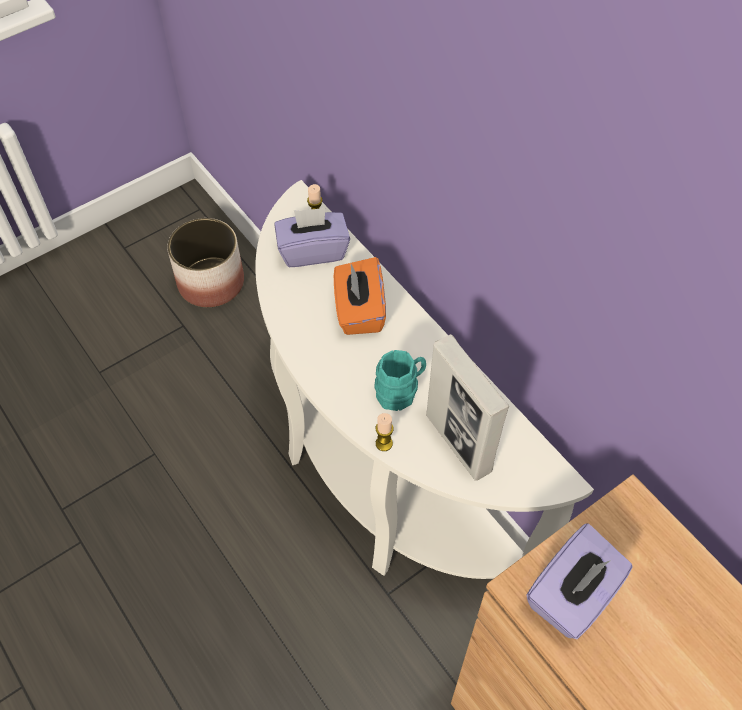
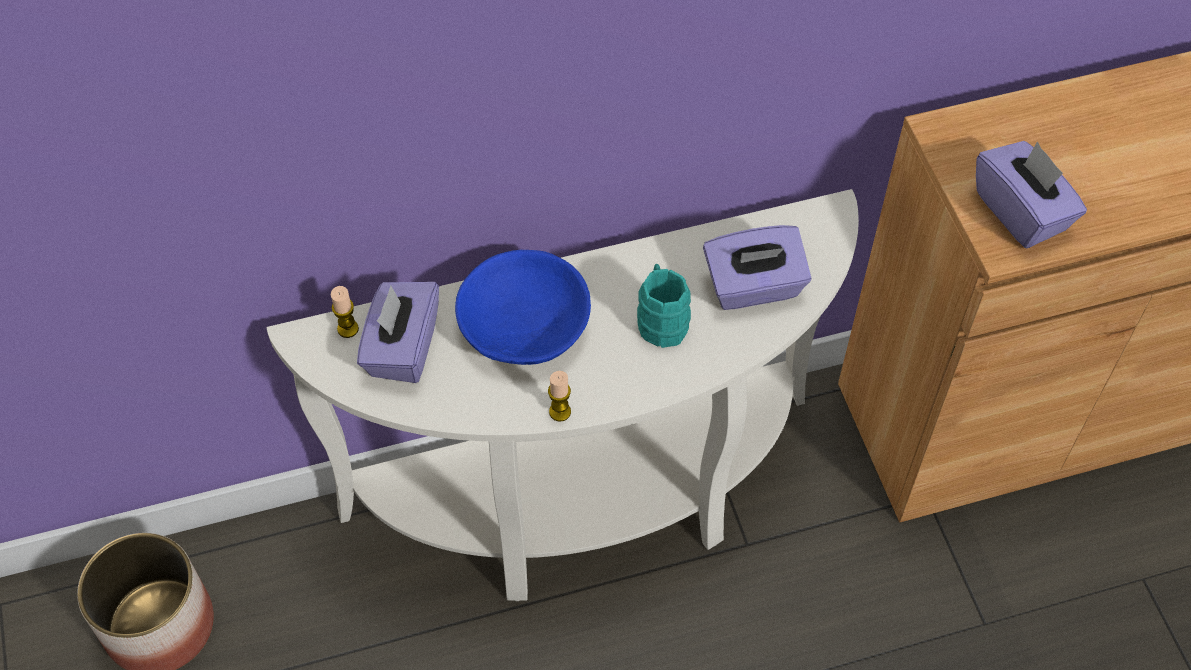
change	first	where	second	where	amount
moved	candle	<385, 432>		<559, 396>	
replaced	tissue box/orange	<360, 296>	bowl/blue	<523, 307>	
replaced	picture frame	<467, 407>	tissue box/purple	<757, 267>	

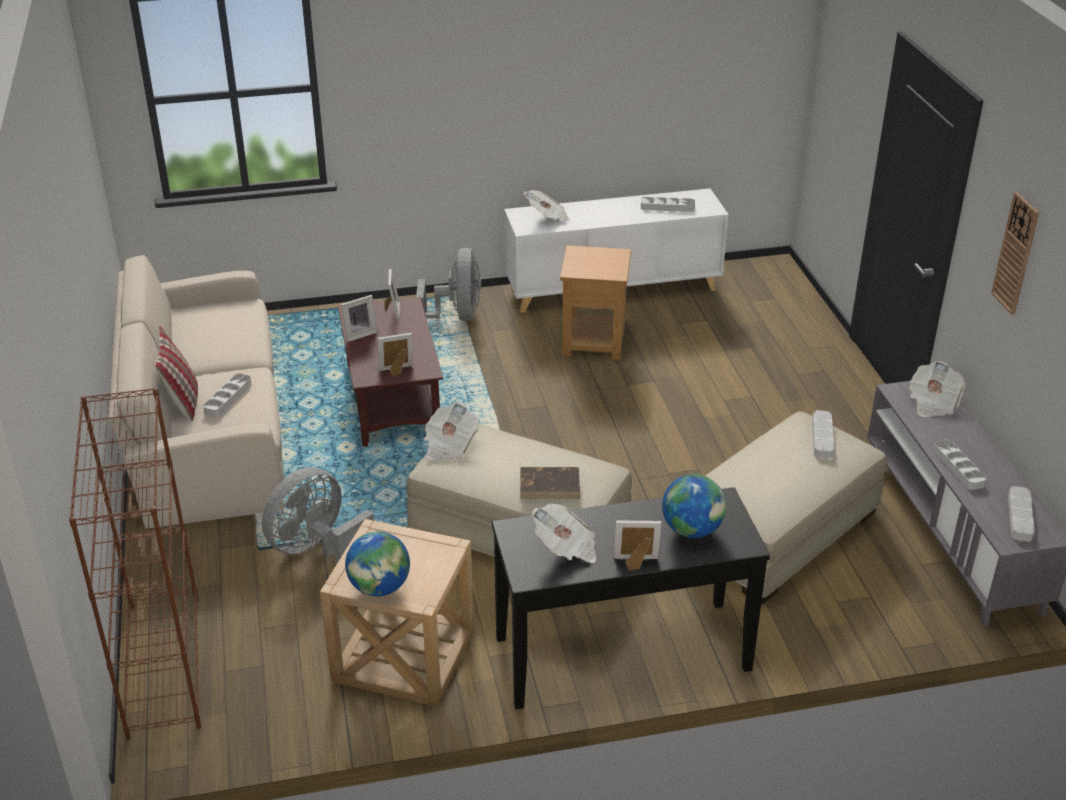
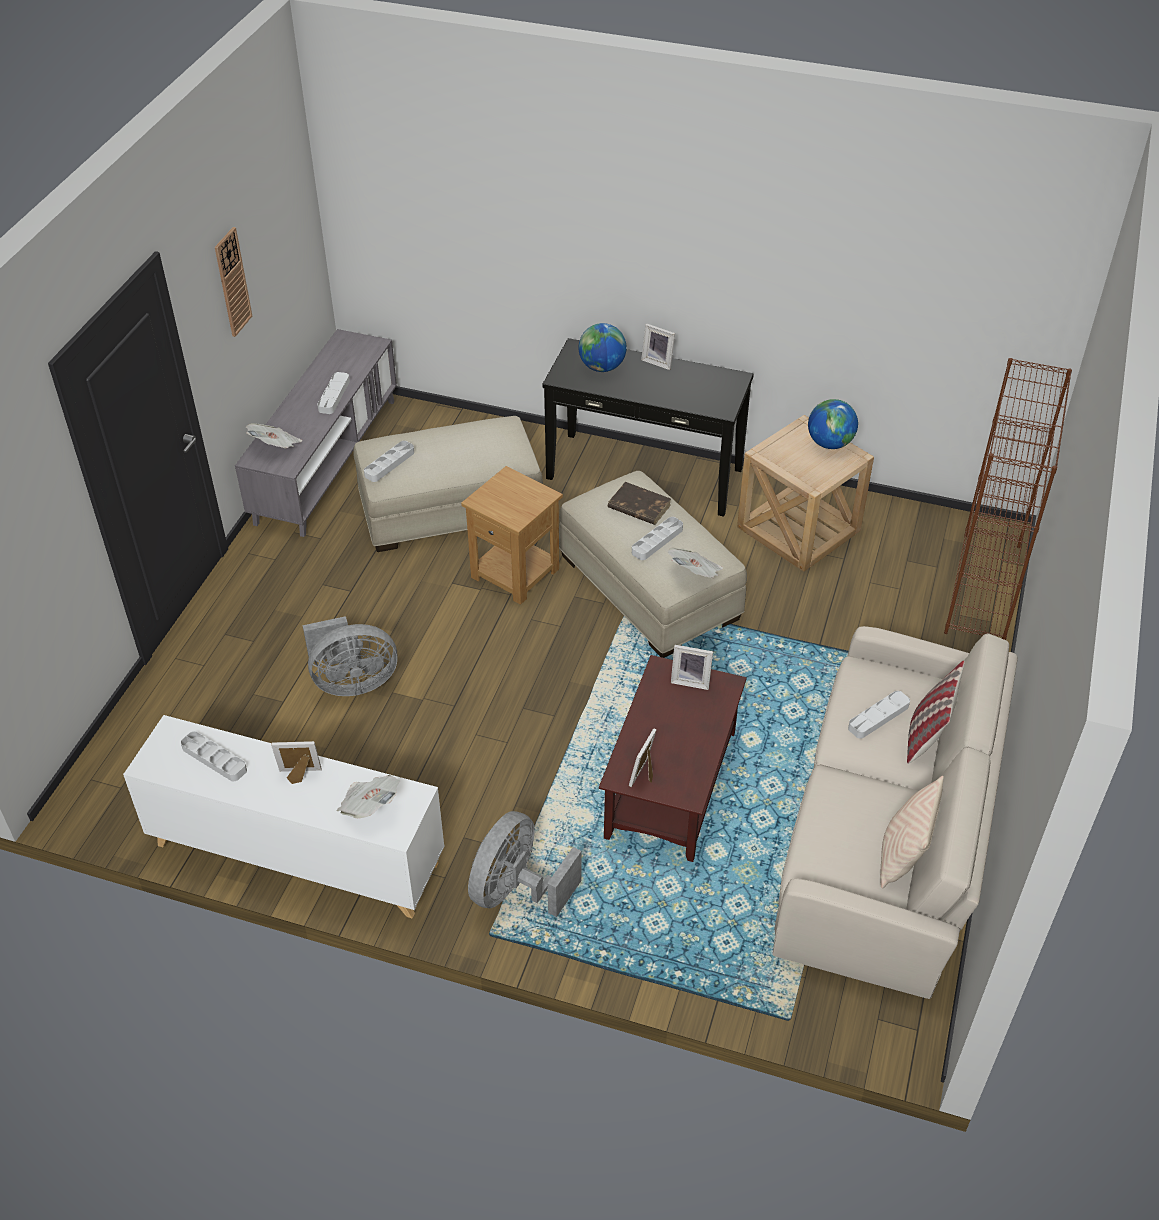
change	first	where	second	where	amount
removed	newspaper	<564, 533>			
added			pillow/beige	<912, 832>	
moved	fan/grey	<318, 516>		<349, 656>	
moved	picture frame	<359, 318>		<296, 762>	
moved	side table/brown	<595, 302>		<512, 535>	
moved	tray/grey	<1021, 514>		<657, 538>	

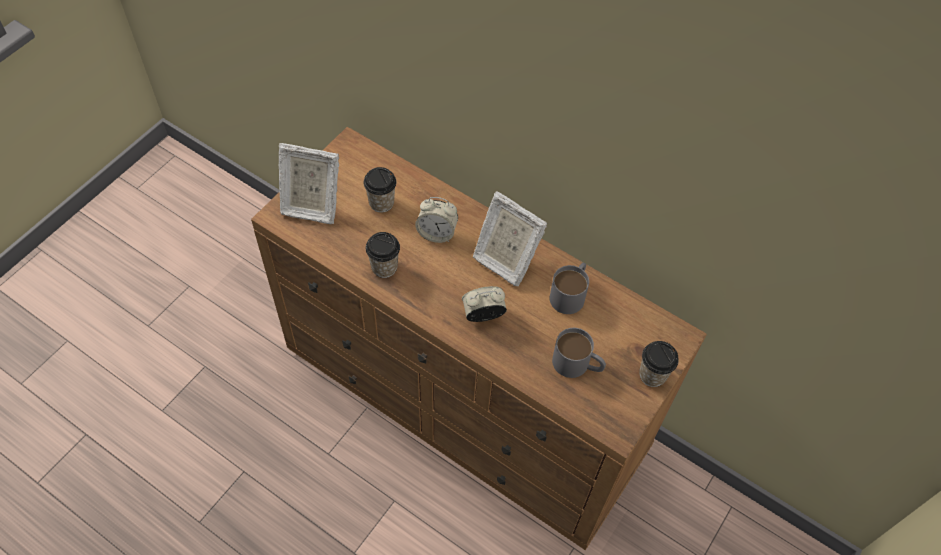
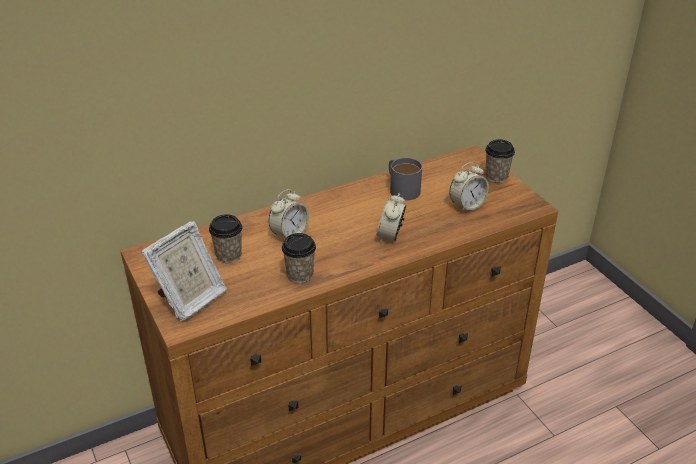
change	first	where	second	where	amount
removed	picture frame	<510, 238>			
replaced	mug/grey	<579, 353>	alarm clock	<469, 187>	

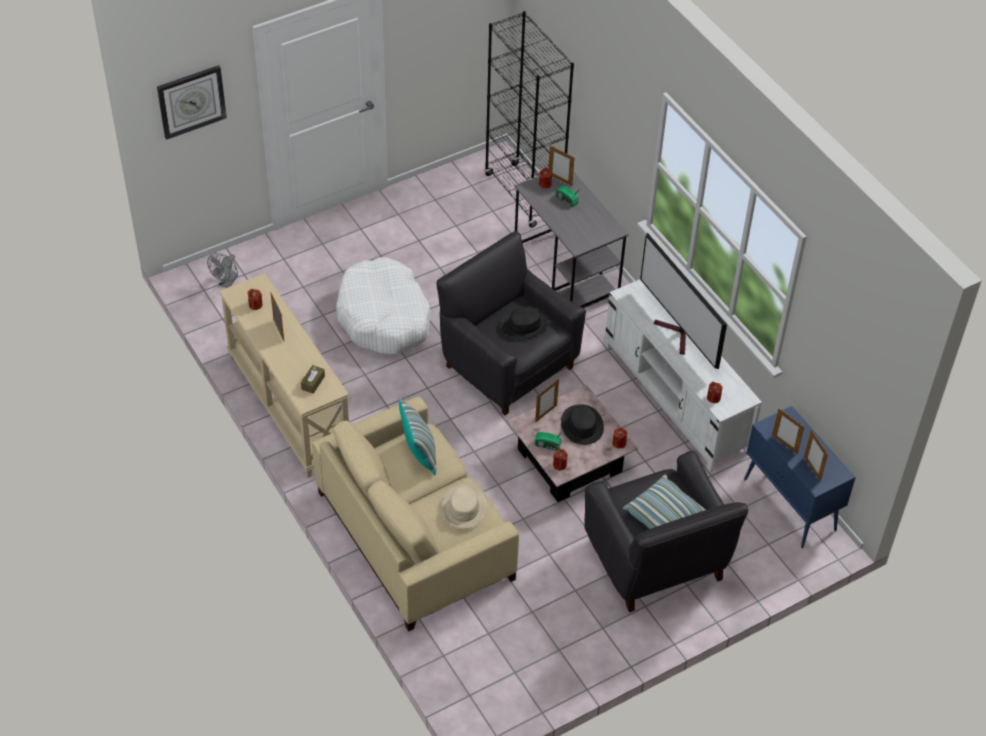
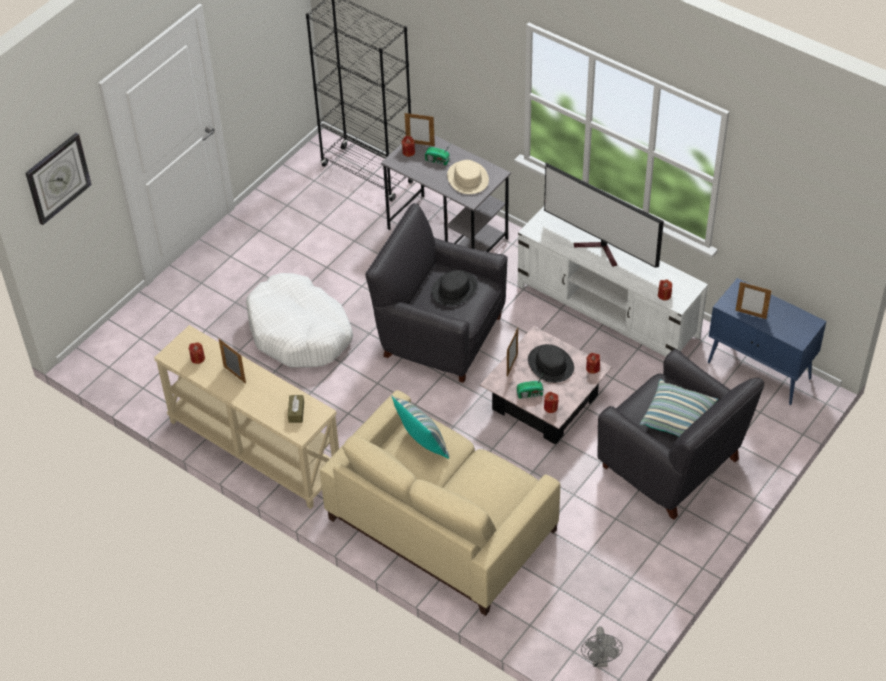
change	first	where	second	where	amount
removed	picture frame	<816, 455>			
moved	fan/grey	<222, 270>		<602, 646>	
moved	hat/beige	<464, 507>		<468, 177>	

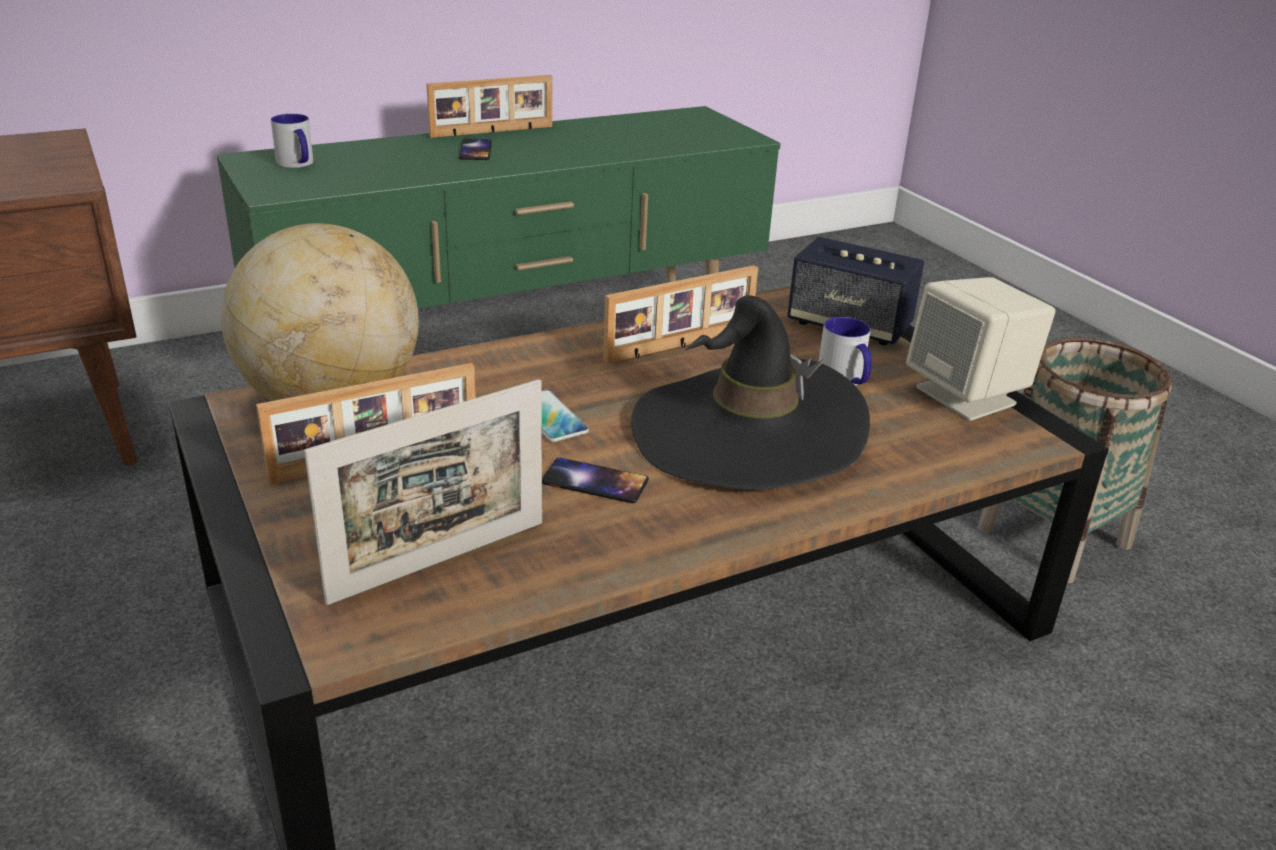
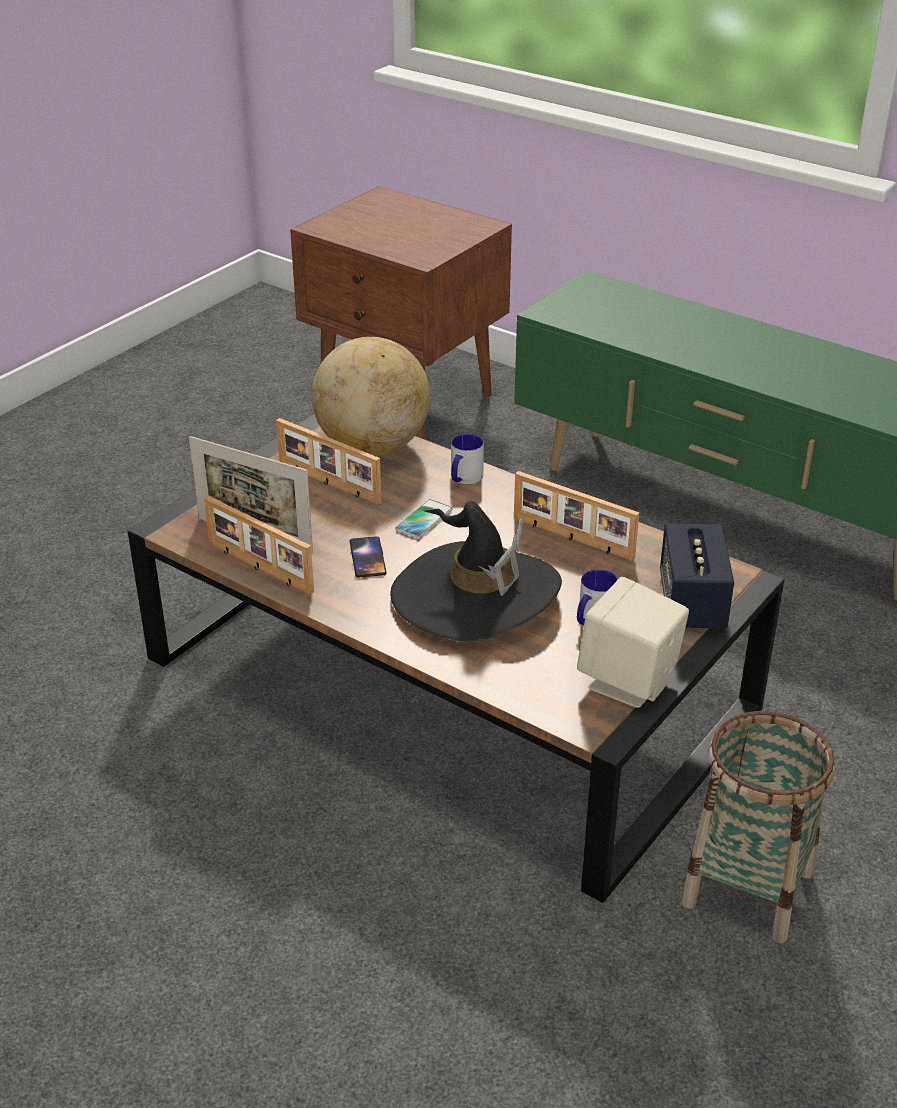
change	first	where	second	where	amount
removed	phone	<475, 149>			
moved	mug	<292, 141>		<467, 459>	
moved	picture frame	<489, 106>		<259, 545>	

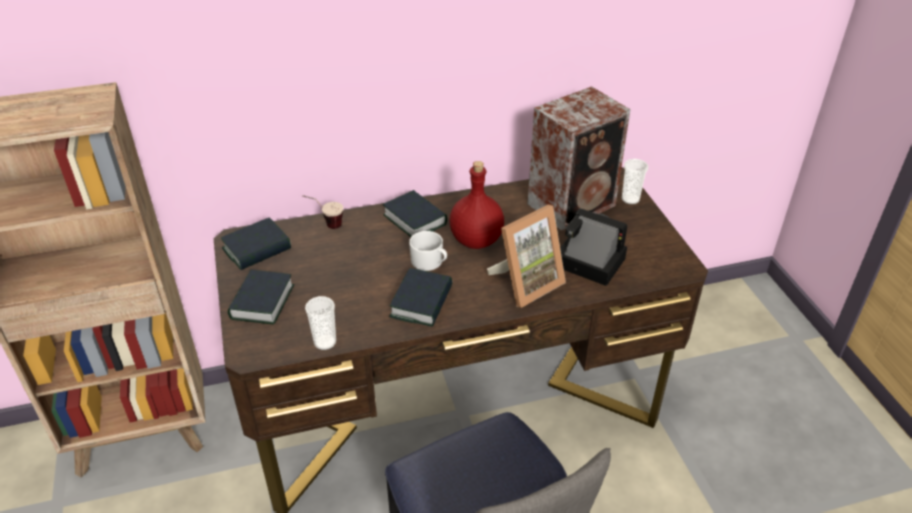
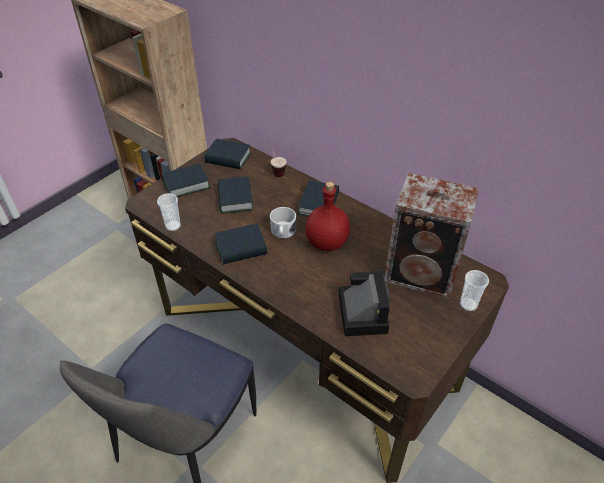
change	first	where	second	where	amount
removed	picture frame	<526, 256>			
added			book	<235, 195>	

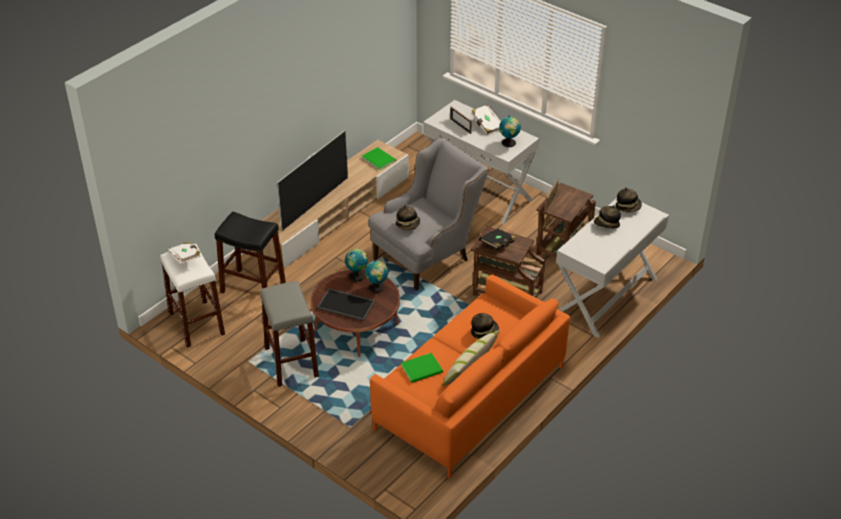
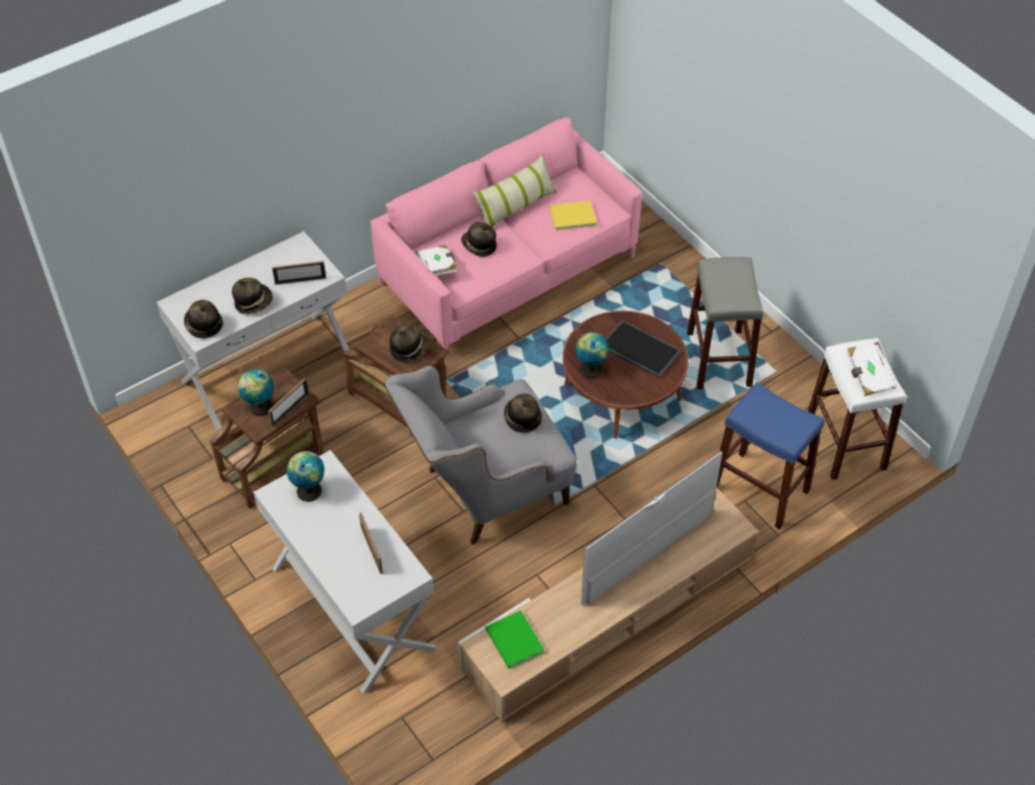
change	first	where	second	where	amount
added			picture frame	<299, 273>	
moved	globe	<356, 265>		<256, 392>	
moved	book/white	<486, 120>		<436, 260>	
replaced	book/black	<497, 239>	hat	<408, 344>	
recoloured	stool/black	<250, 252>	stool/blue	<770, 455>	
recoloured	sofa/orange	<470, 376>	sofa/pink	<506, 237>	
recoloured	book/green	<422, 368>	book/yellow	<573, 215>	

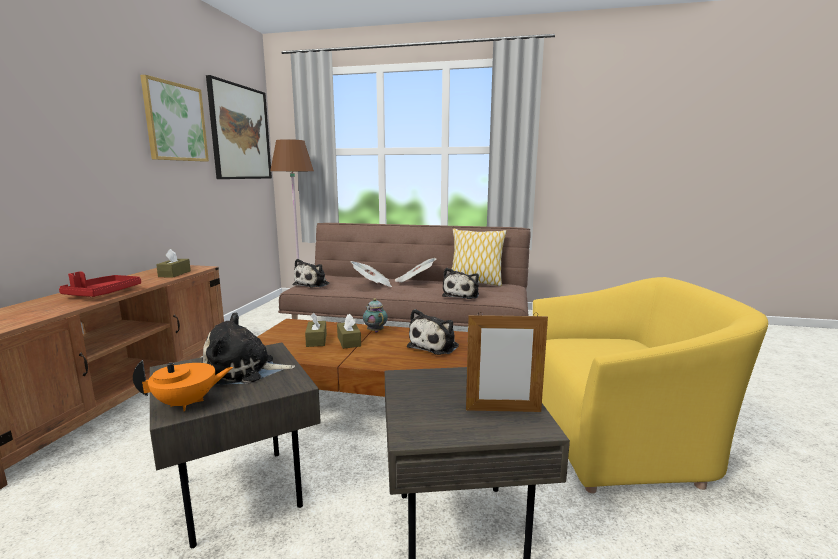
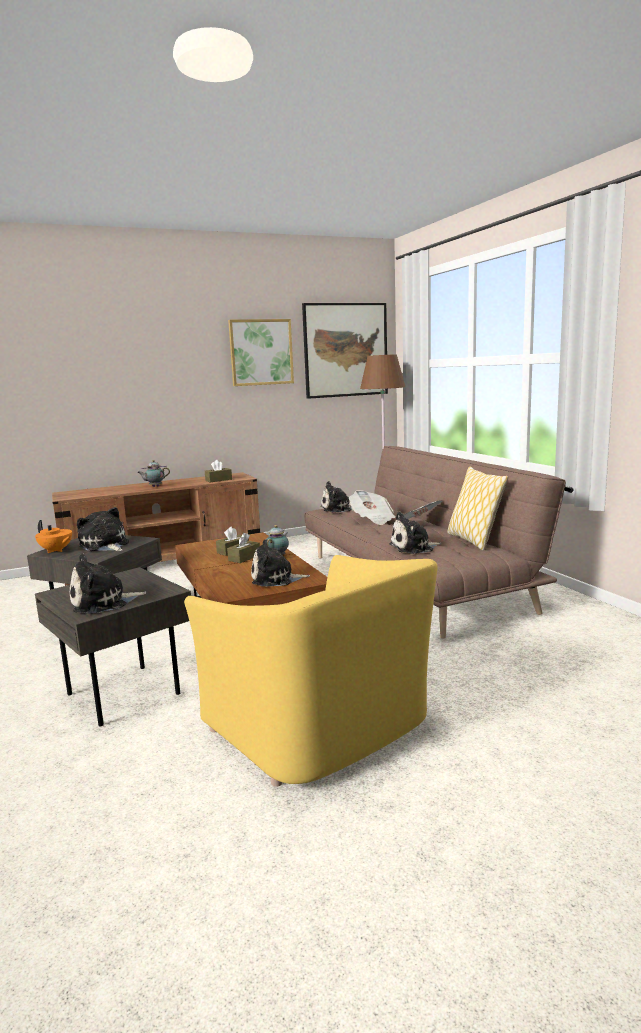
change	first	where	second	where	amount
replaced	tray/red	<100, 284>	teapot	<153, 473>	
replaced	picture frame	<507, 362>	plush toy	<108, 583>	

